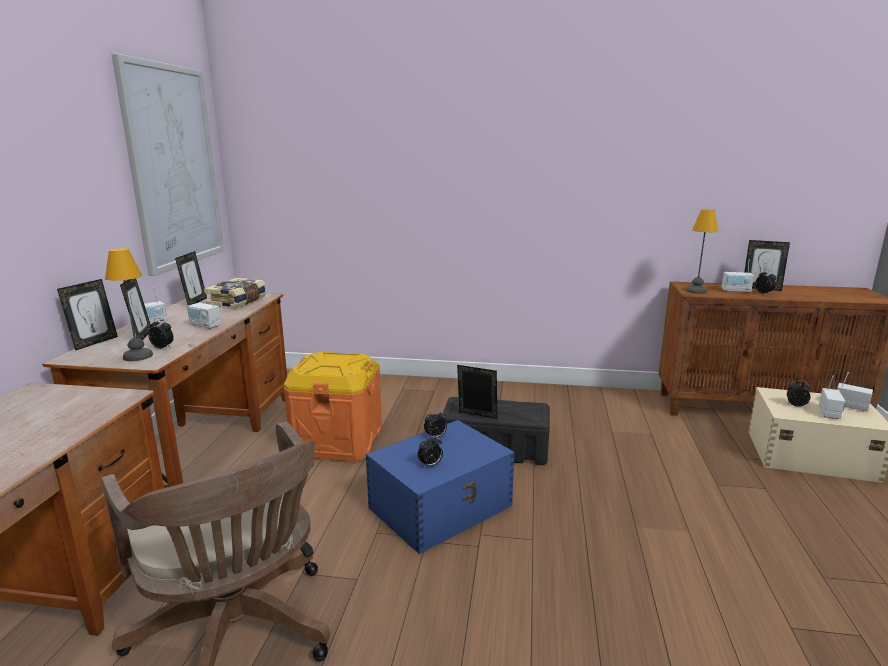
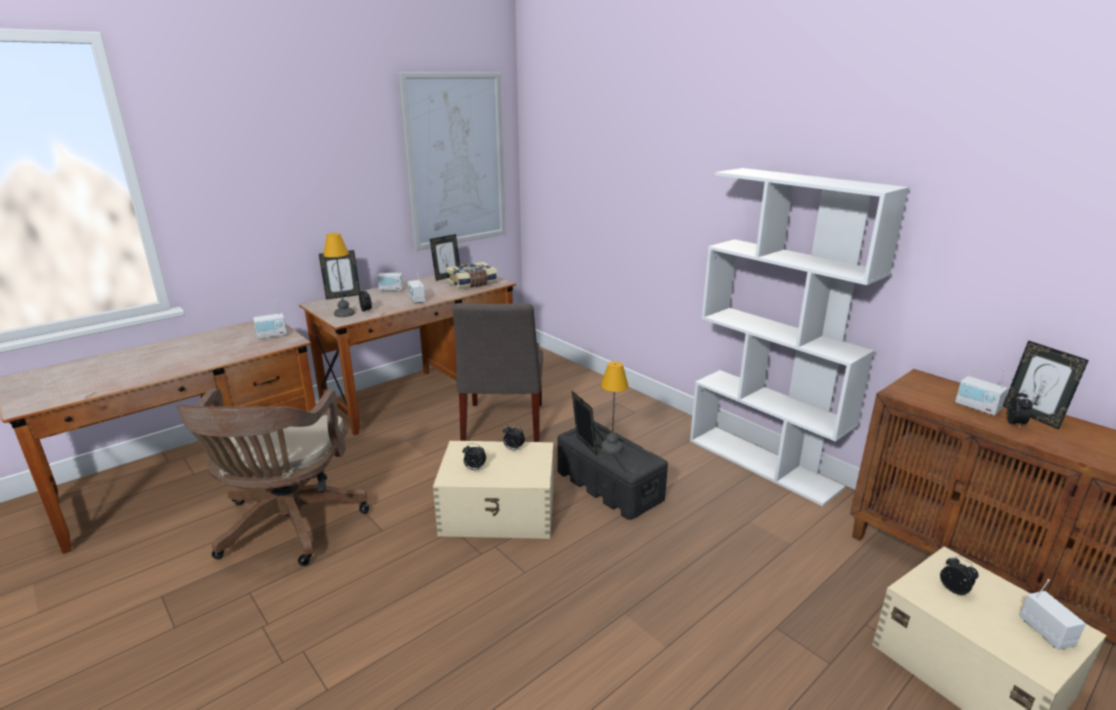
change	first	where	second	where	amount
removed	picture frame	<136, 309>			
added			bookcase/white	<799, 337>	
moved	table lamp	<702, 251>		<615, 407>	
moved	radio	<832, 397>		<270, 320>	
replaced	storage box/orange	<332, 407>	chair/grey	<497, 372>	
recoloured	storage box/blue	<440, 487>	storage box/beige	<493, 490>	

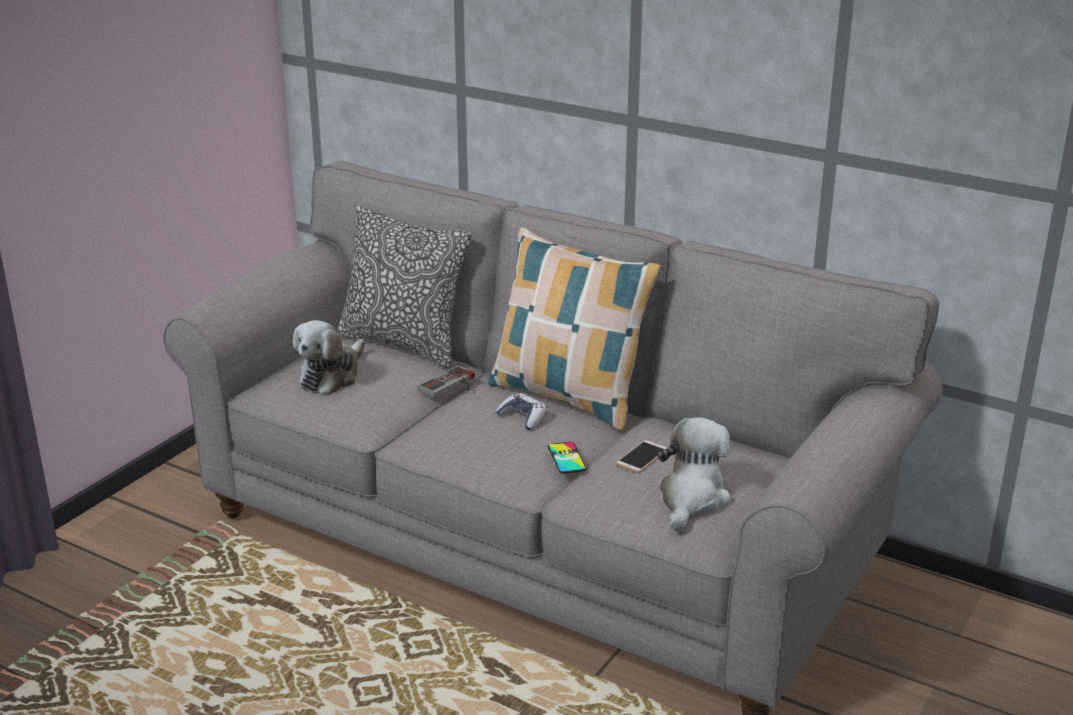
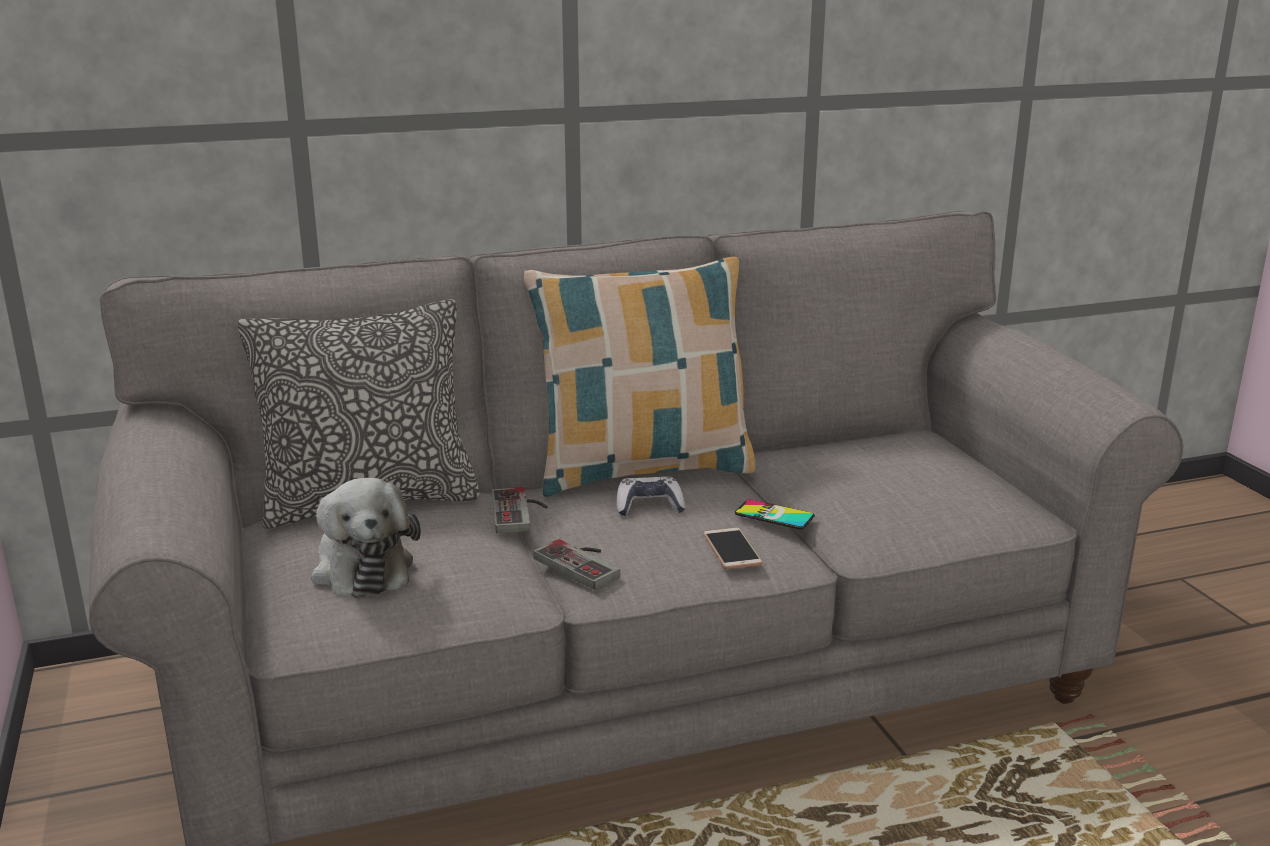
change	first	where	second	where	amount
removed	plush toy	<694, 473>			
added			game controller	<576, 564>	
moved	phone	<641, 456>		<732, 548>	

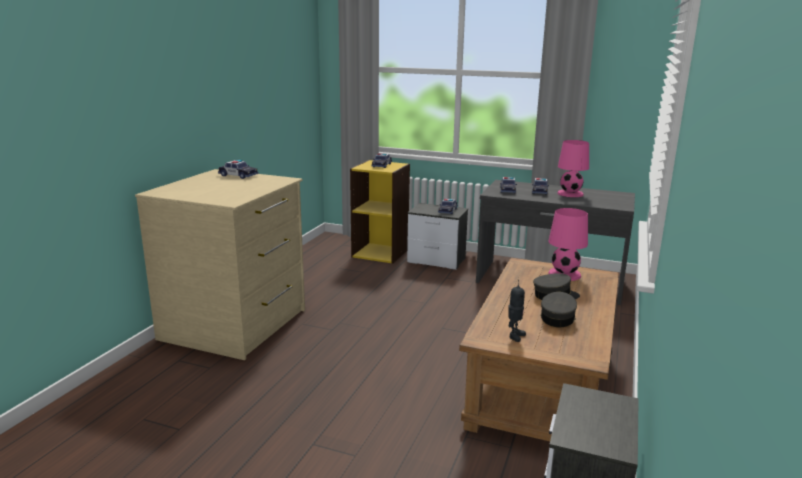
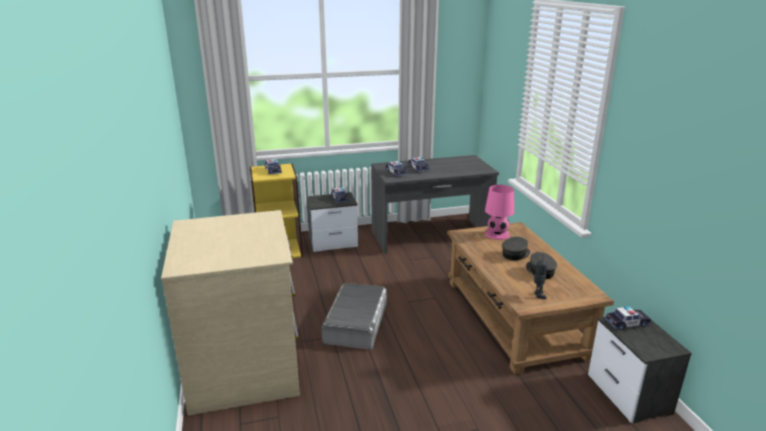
change	first	where	second	where	amount
removed	table lamp/pink	<573, 168>			
added			storage box/grey	<354, 316>	
moved	toy car	<238, 169>		<628, 318>	

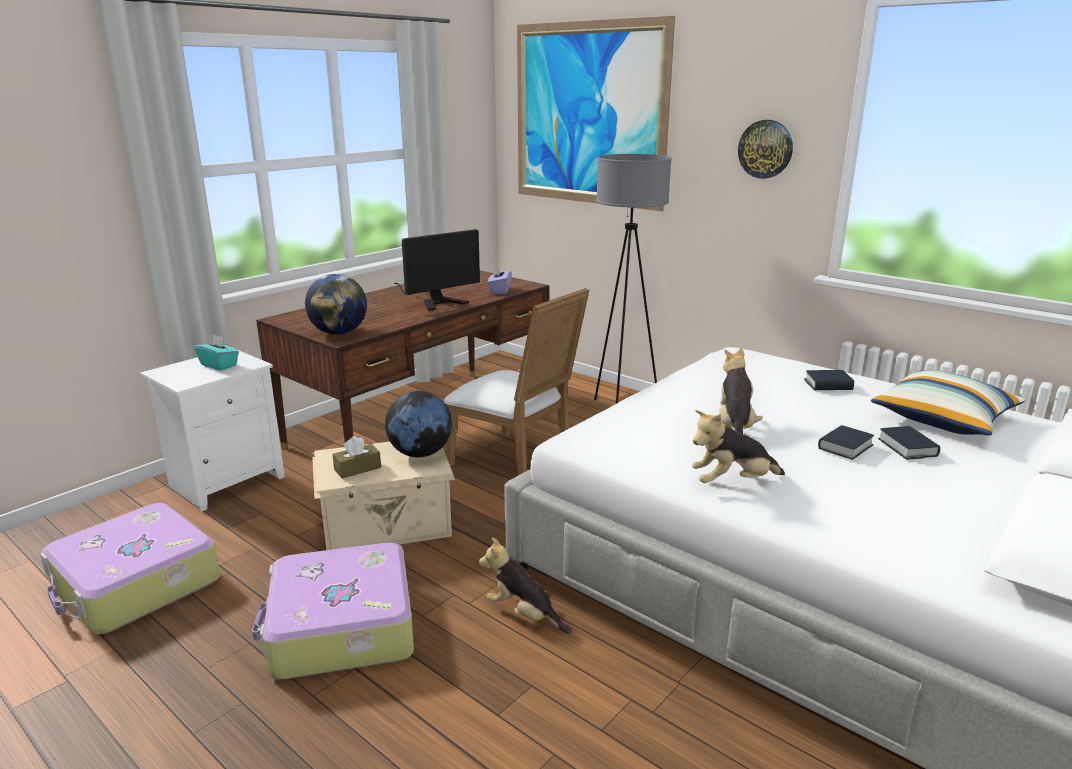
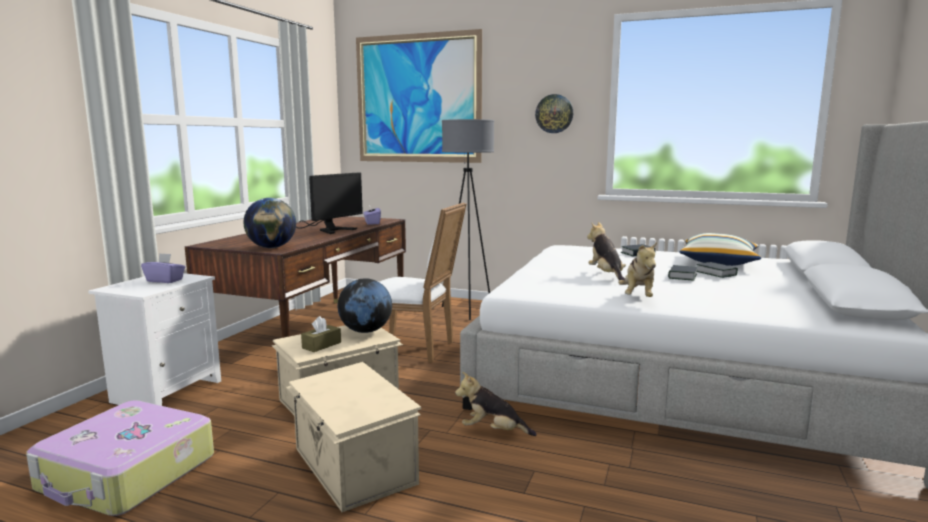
change	first	where	second	where	amount
replaced	suitcase	<333, 611>	storage box/beige	<353, 437>	
recoloured	tissue box/turquoise	<216, 353>	tissue box/purple	<163, 268>	
turned	plush toy	<738, 446>		<637, 269>	45 degrees counterclockwise

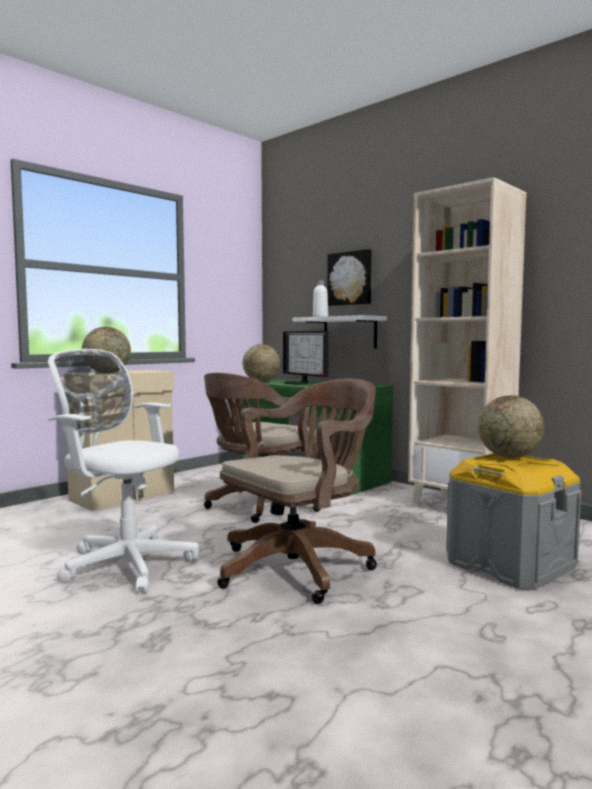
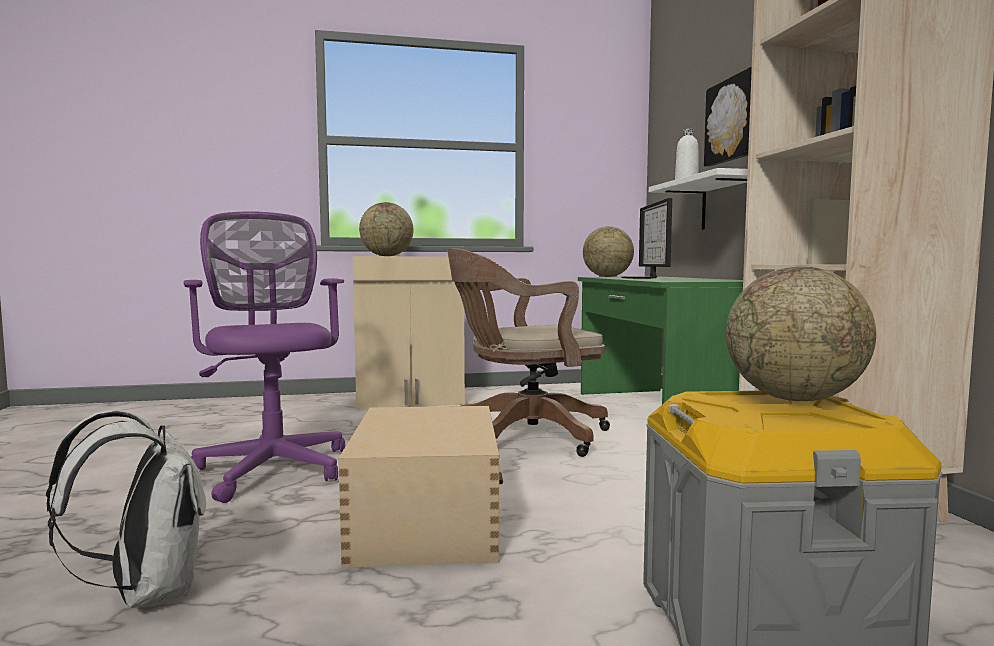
change	first	where	second	where	amount
added			backpack/white	<126, 509>	
replaced	office chair/brown	<297, 491>	storage box/beige	<420, 486>	
recoloured	office chair/white	<123, 471>	office chair/purple	<264, 357>	

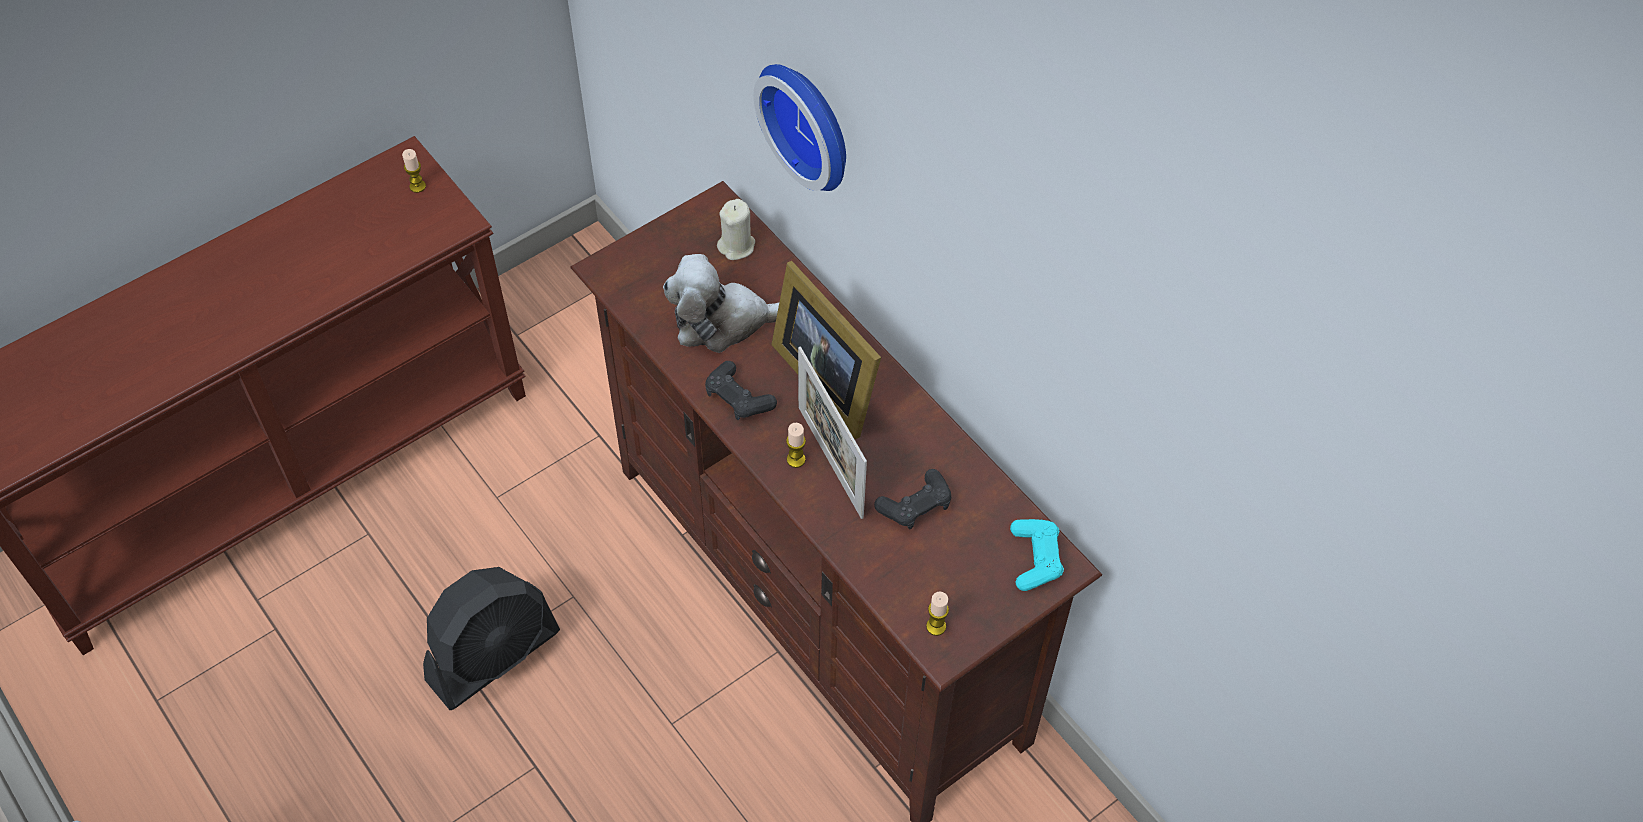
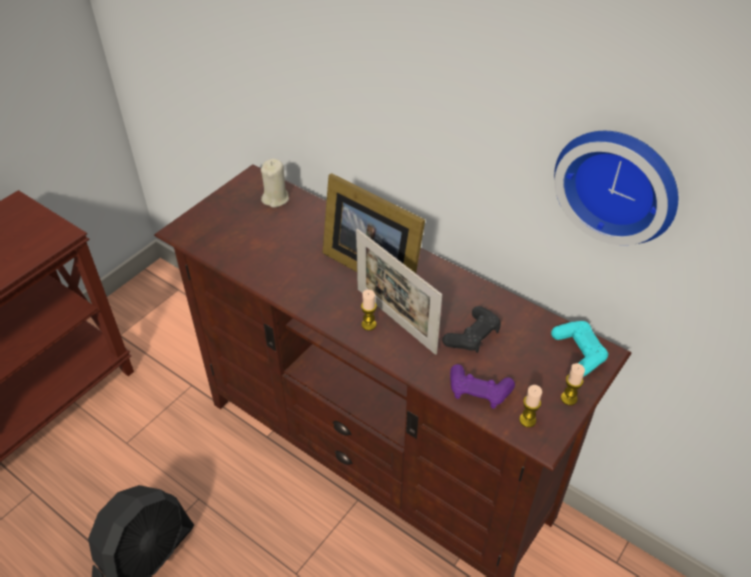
change	first	where	second	where	amount
removed	plush toy	<721, 303>			
removed	game controller/black	<741, 390>			
added			game controller/purple	<482, 386>	
moved	candle	<414, 171>		<573, 384>	
moved	wall clock	<799, 127>		<616, 188>	

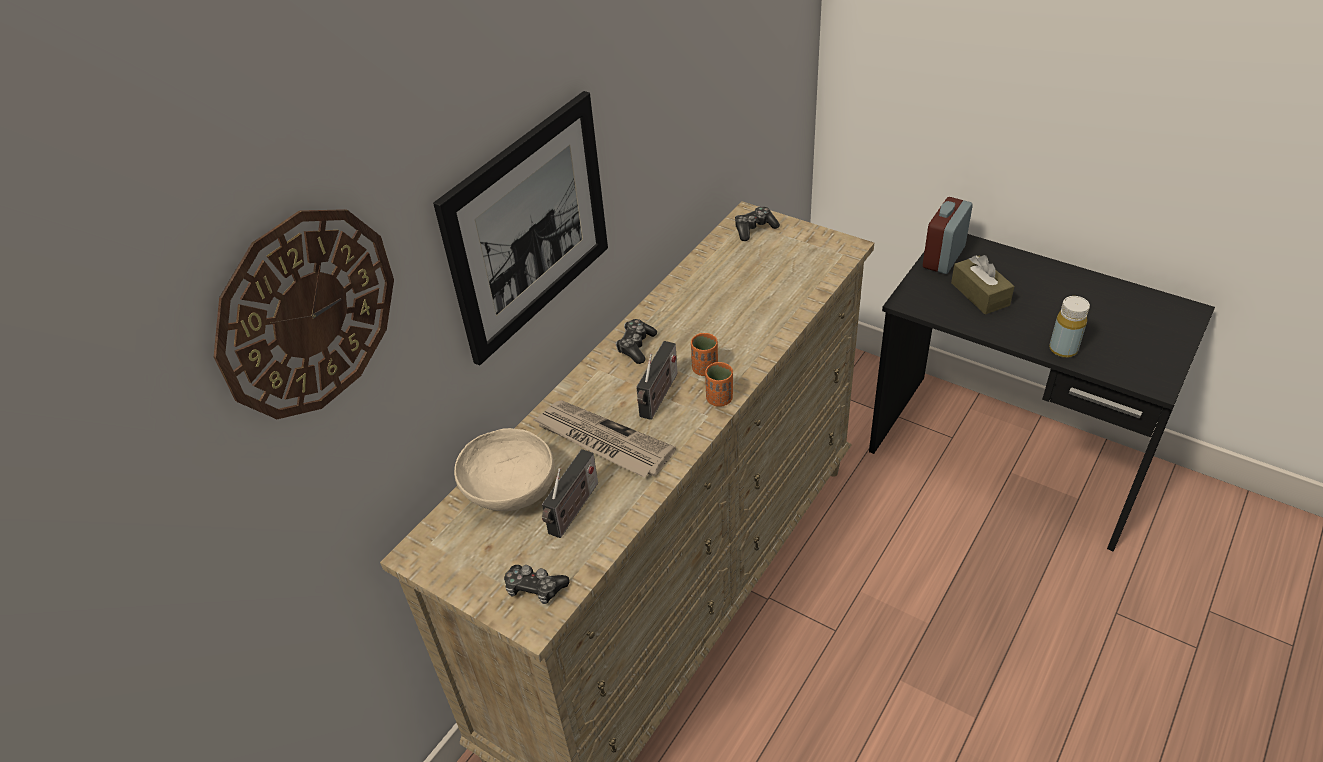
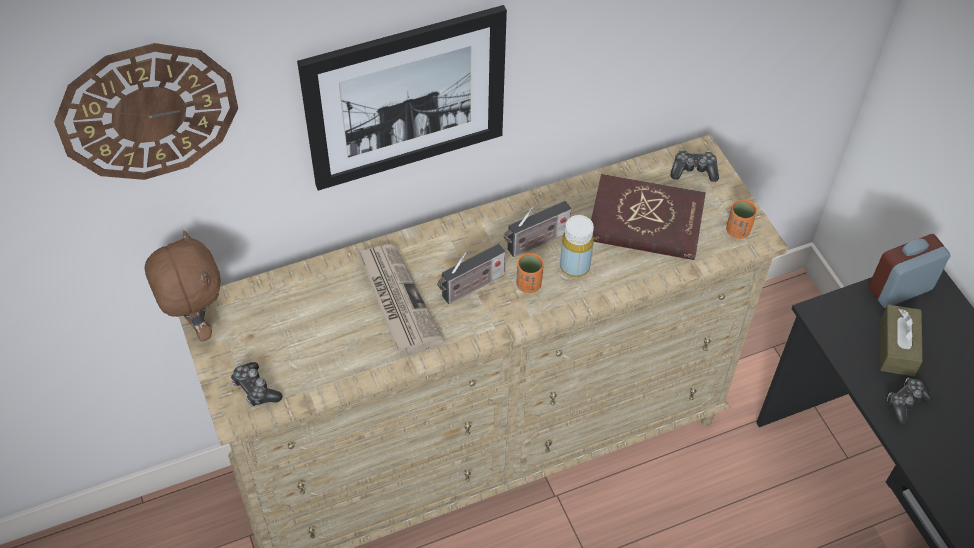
change	first	where	second	where	amount
removed	bowl/beige	<504, 469>			
added			plush toy/brown	<182, 286>	
added			book/red	<648, 217>	
moved	radio	<570, 493>		<537, 229>	
moved	game controller	<636, 341>		<910, 401>	
moved	cup/orange	<719, 384>		<741, 219>	
moved	bottle/yellow	<1069, 327>		<577, 246>	

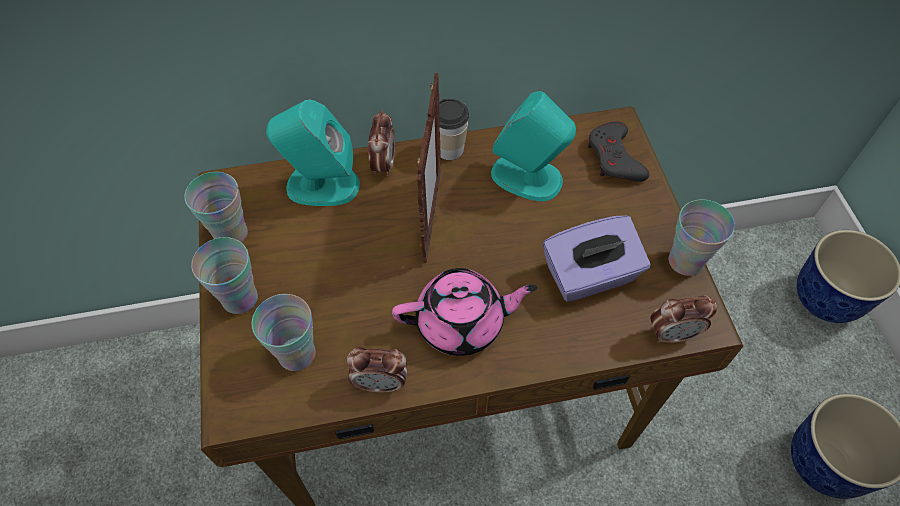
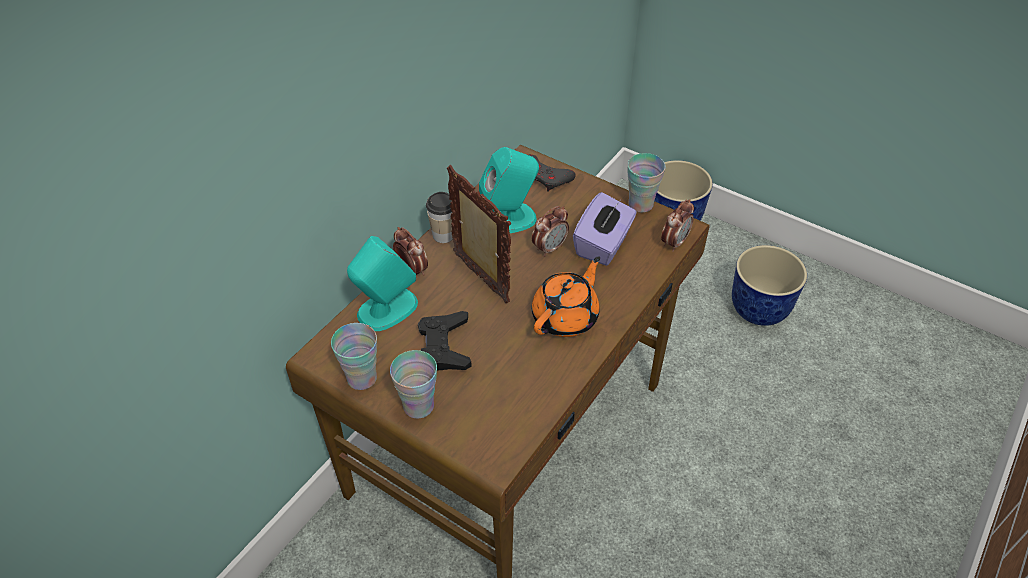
change	first	where	second	where	amount
removed	cup	<284, 332>			
added			game controller/black	<445, 340>	
moved	alarm clock	<377, 369>		<550, 231>	
recoloured	teapot/pink	<465, 312>	teapot/orange	<566, 296>	

